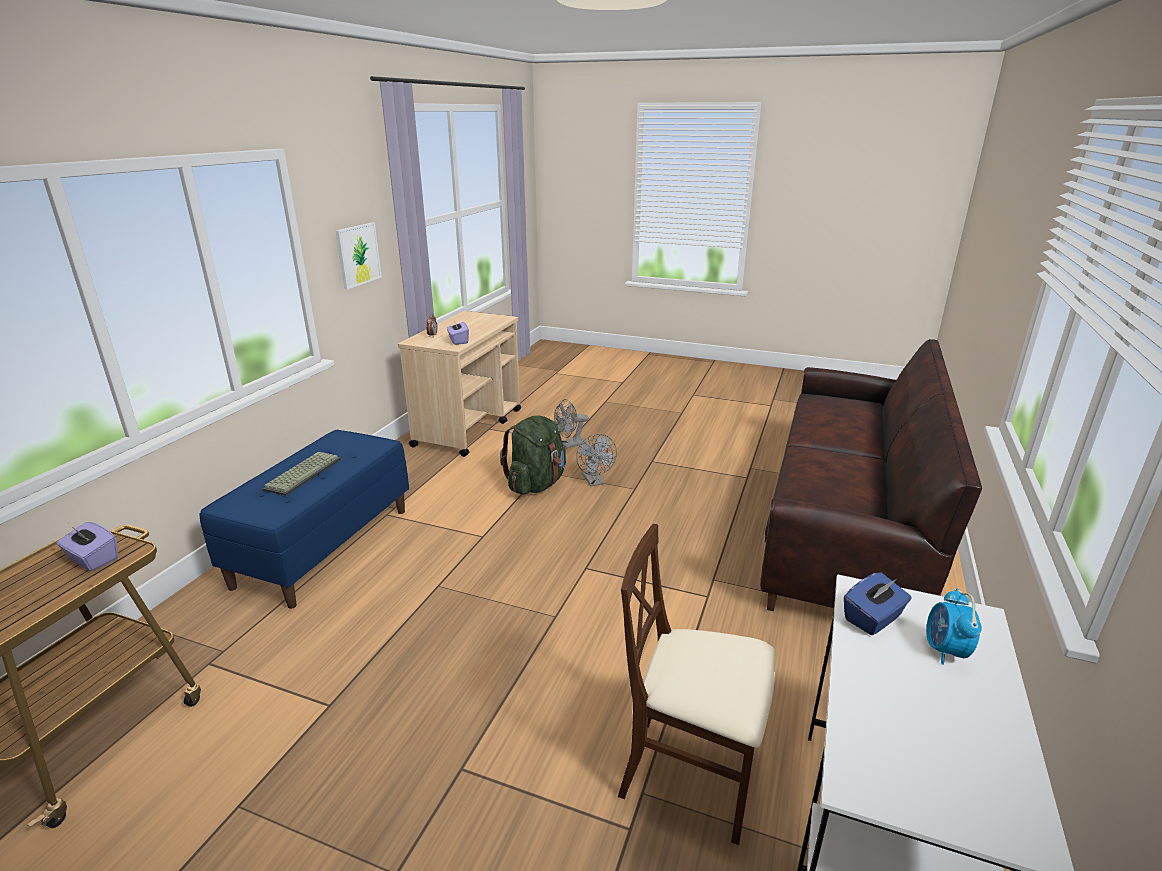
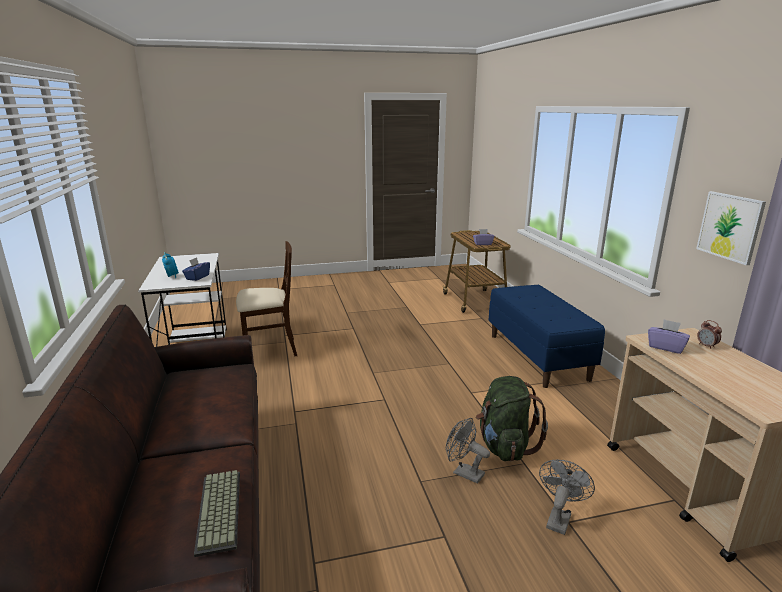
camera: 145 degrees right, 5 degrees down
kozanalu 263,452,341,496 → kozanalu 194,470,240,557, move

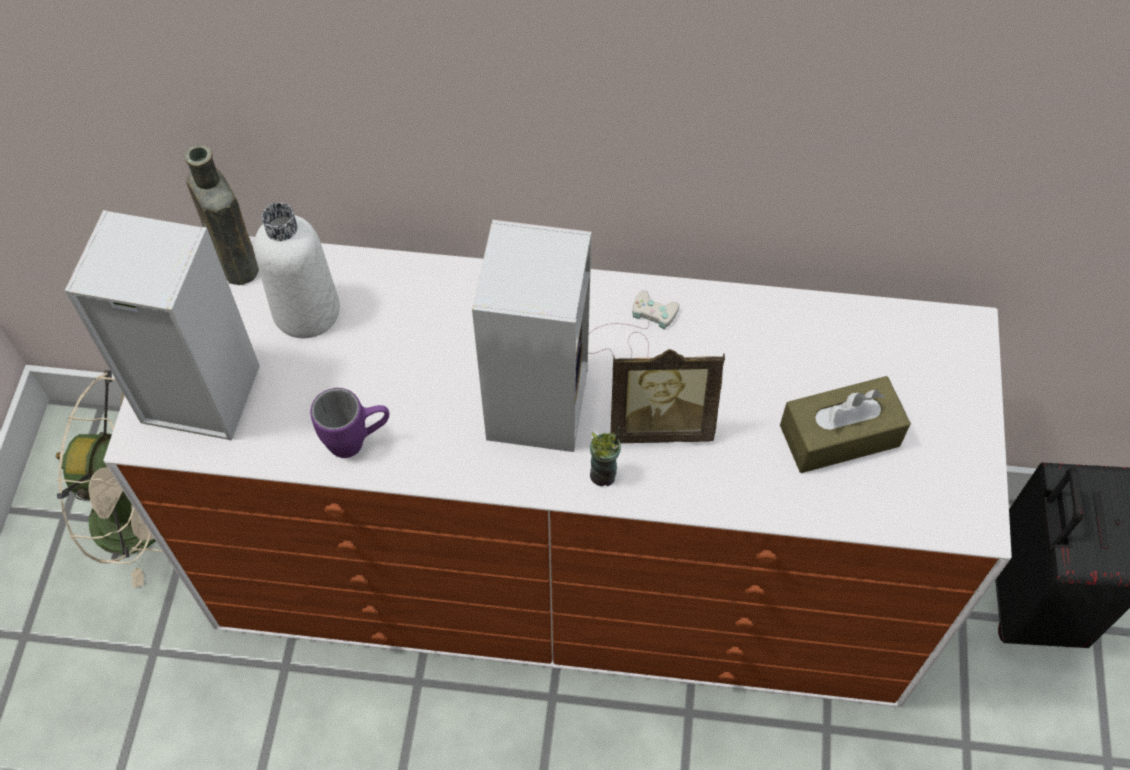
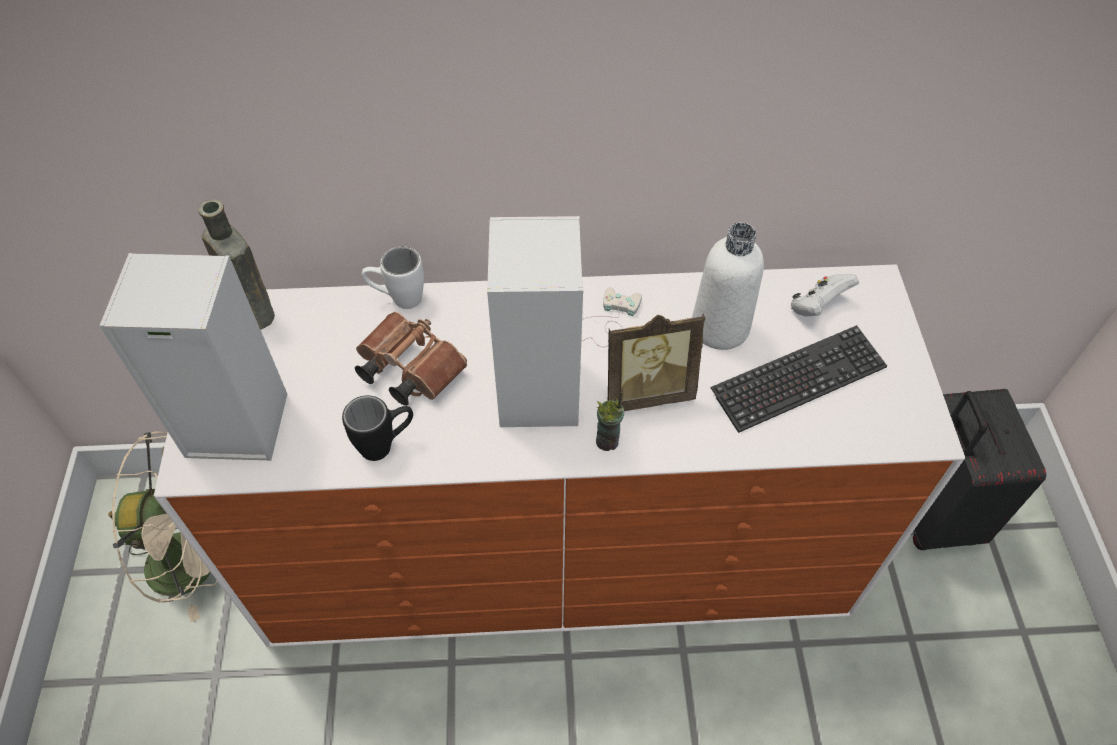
camera: 10 degrees left, 5 degrees down
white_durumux 254,203,340,338 → white_durumux 692,223,764,350, move
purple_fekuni 310,388,389,458 → black_fekuni 342,396,413,461
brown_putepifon 780,376,911,473 → kozanalu 711,325,887,433
- → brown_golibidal 355,312,467,406
- → white_fekuni 362,246,424,309
- → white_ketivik 791,274,859,317

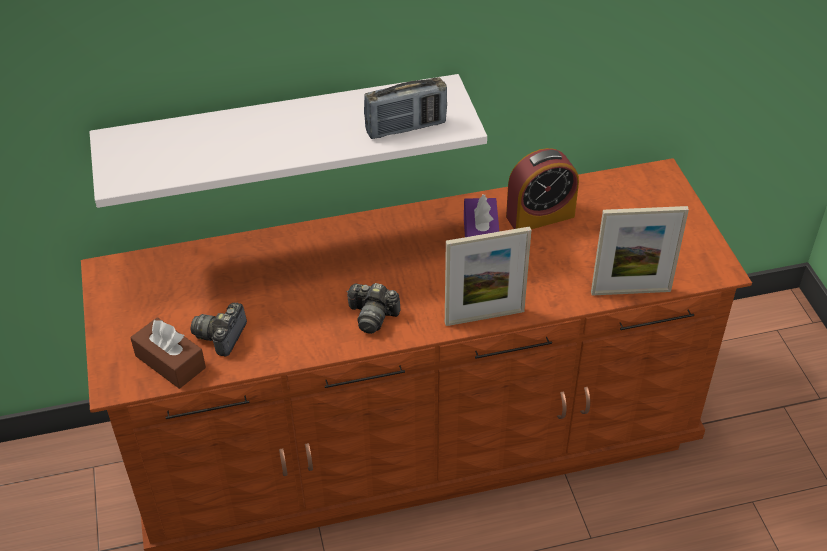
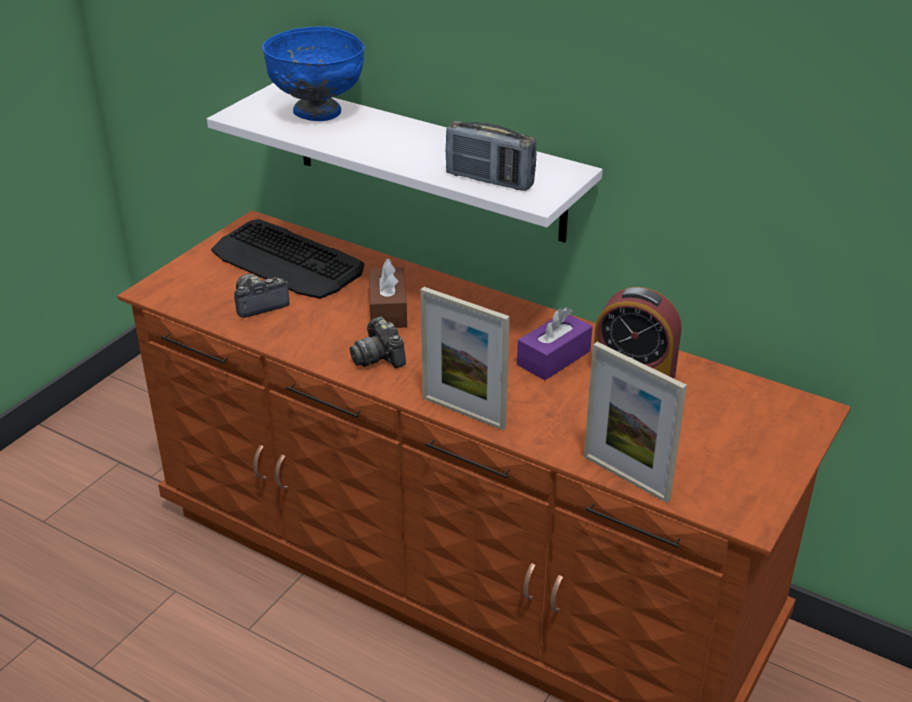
camera: 45 degrees right, 10 degrees down
brown_putepifon 130,317,206,389 → brown_putepifon 369,258,407,328, move
- → kozanalu 211,219,364,299
- → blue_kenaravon 262,26,364,121

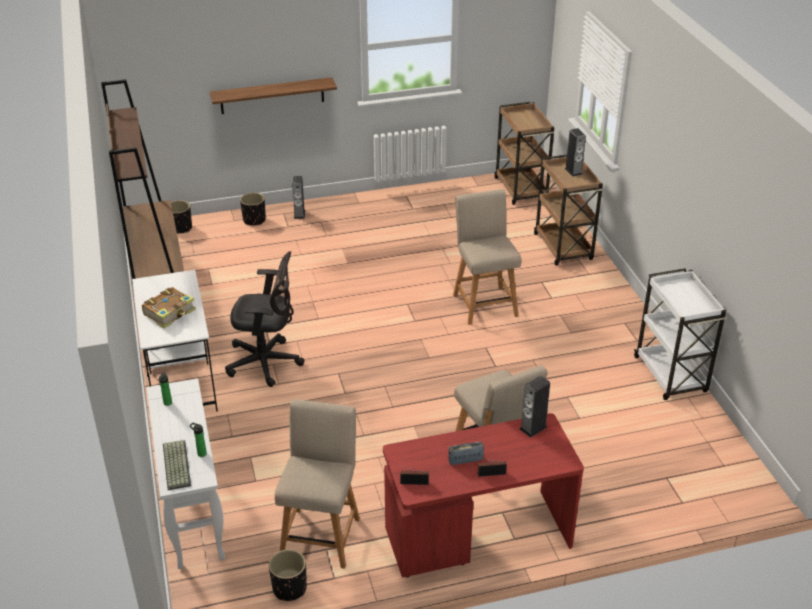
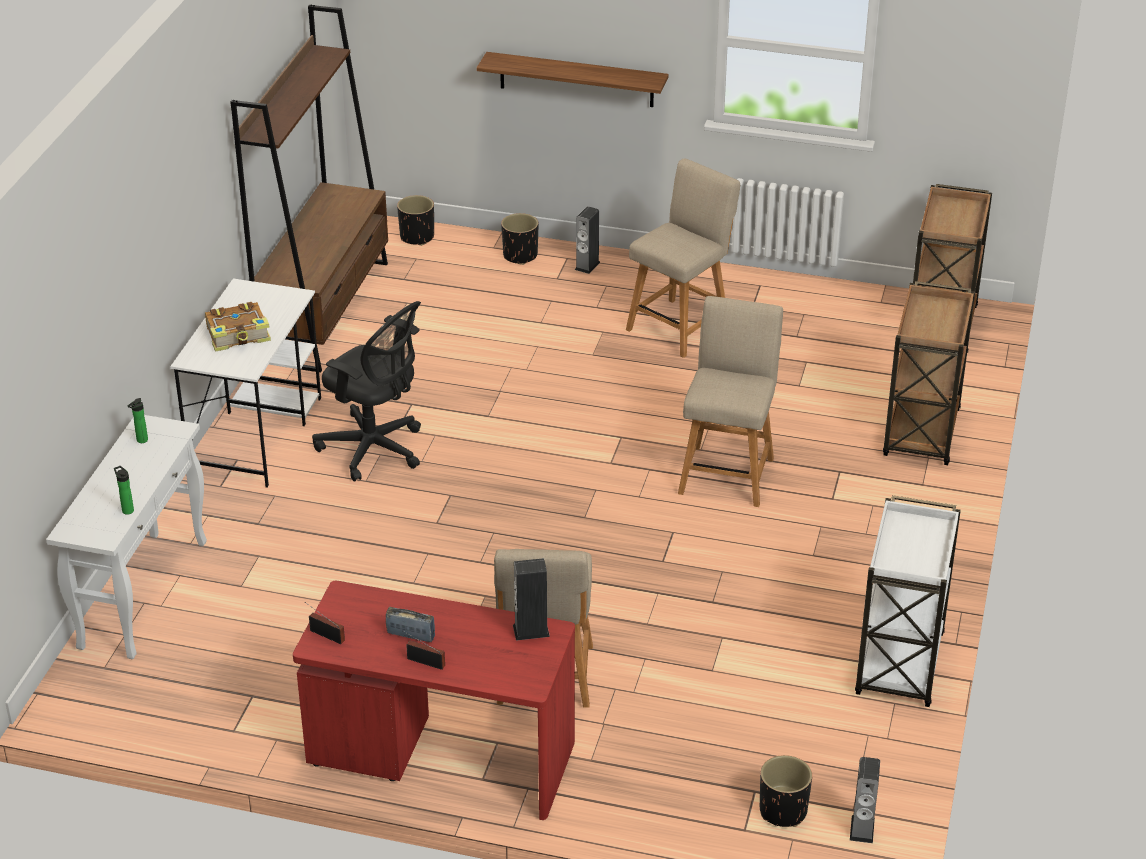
camera: 30 degrees right, 0 degrees up
kozanalu 163,440,191,490 → -
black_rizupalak 269,549,307,601 → black_rizupalak 760,755,812,827, move
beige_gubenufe 275,399,360,569 → beige_gubenufe 626,158,740,358, move
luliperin 564,128,586,177 → luliperin 850,757,880,843, move

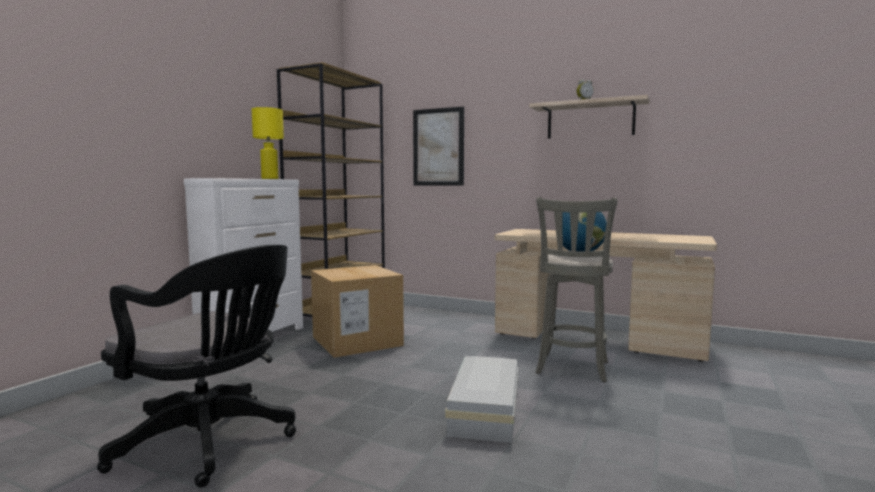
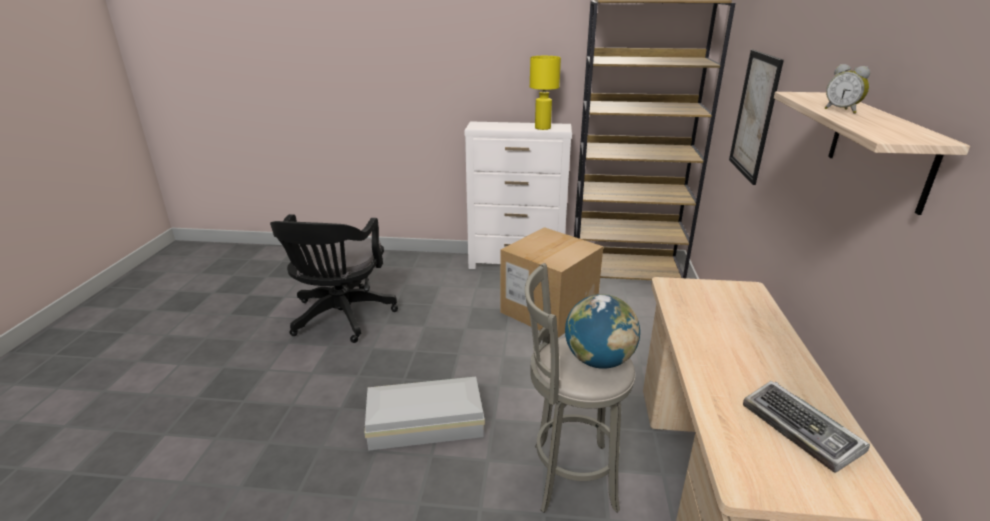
camera: 70 degrees right, 20 degrees up
- → kozanalu 743,381,870,473

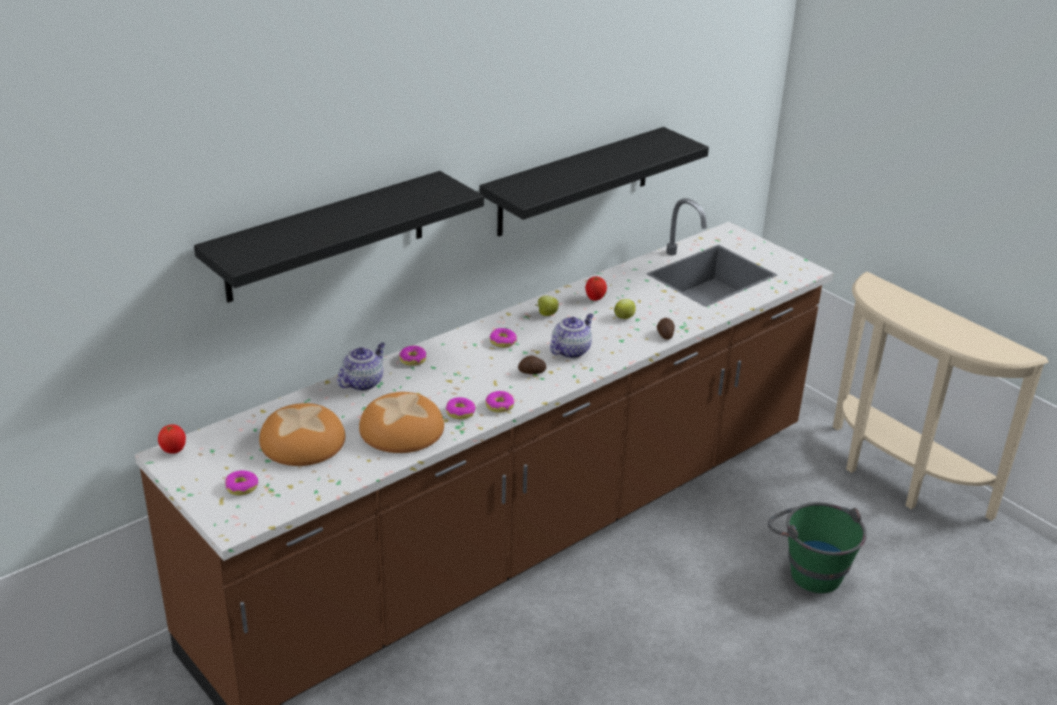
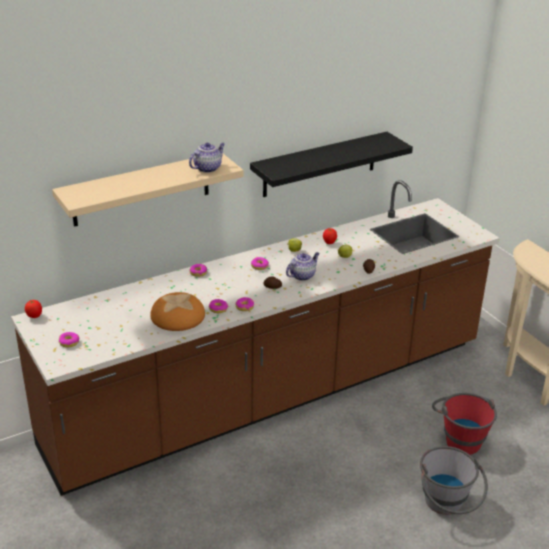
camera: 10 degrees right, 0 degrees up
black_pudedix 194,171,484,303 → beige_pudedix 52,154,243,227
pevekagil 259,403,345,466 → -
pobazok 337,343,385,391 → pobazok 189,143,225,173, move
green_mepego 768,502,867,593 → red_mepego 432,393,497,455
- → grey_mepego 420,446,488,515

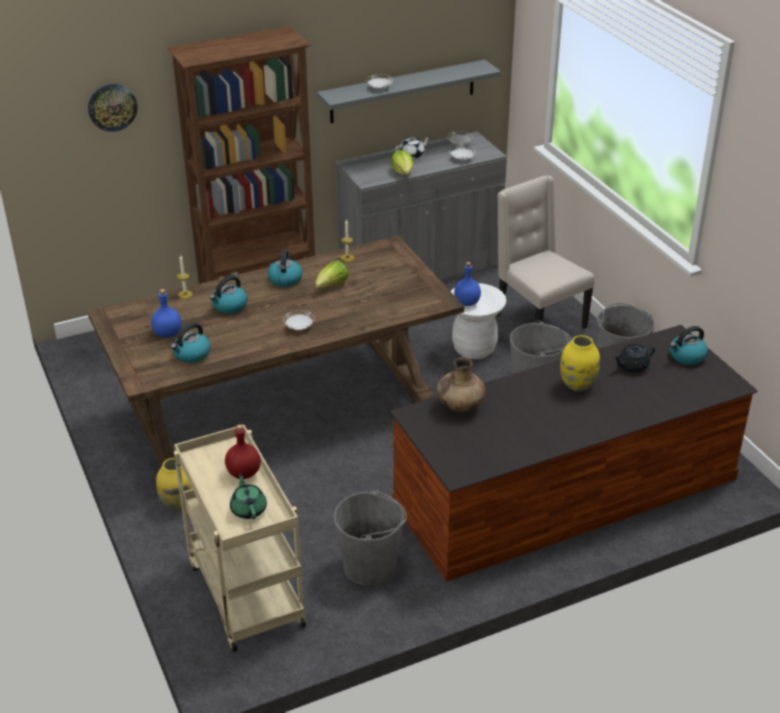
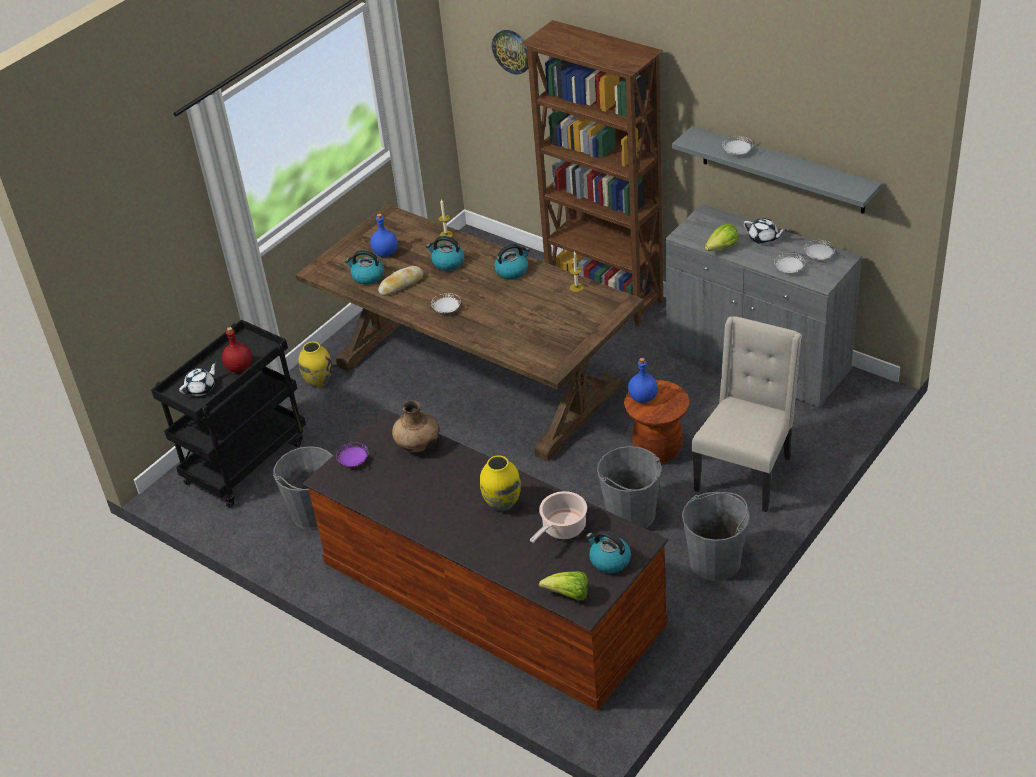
camera: 65 degrees right, 5 degrees up
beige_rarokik 174,425,306,652 → black_rarokik 151,320,306,508
green_pobazok 230,473,267,519 → white_pobazok 179,362,217,396
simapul 315,260,349,289 → simapul 539,571,588,600, move
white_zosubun 451,283,506,359 → brown_zosubun 624,380,690,464
black_pobazok 613,344,655,372 → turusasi 530,491,587,543
- → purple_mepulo 336,442,369,467
- → pevekagil 378,266,423,296

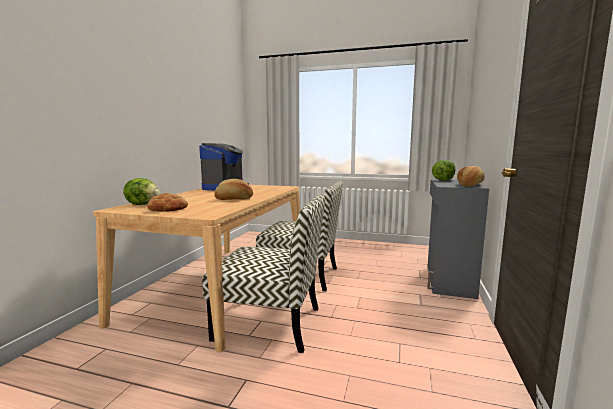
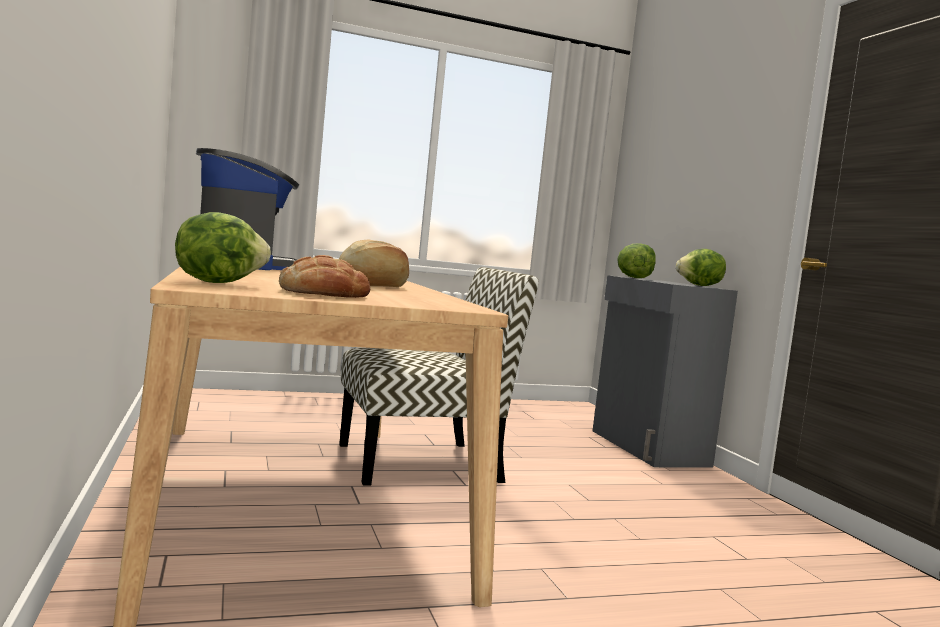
camera: 35 degrees left, 5 degrees down
gubenufe 202,193,325,353 → -
pevekagil 457,166,485,187 → simapul 676,249,726,286

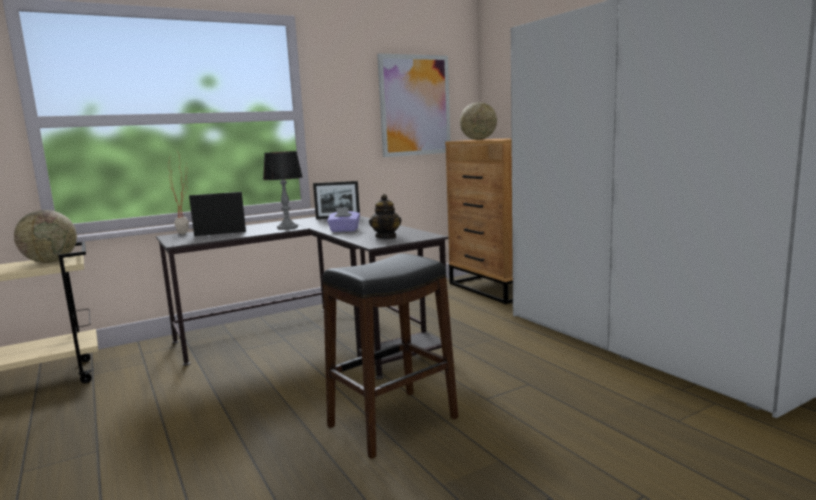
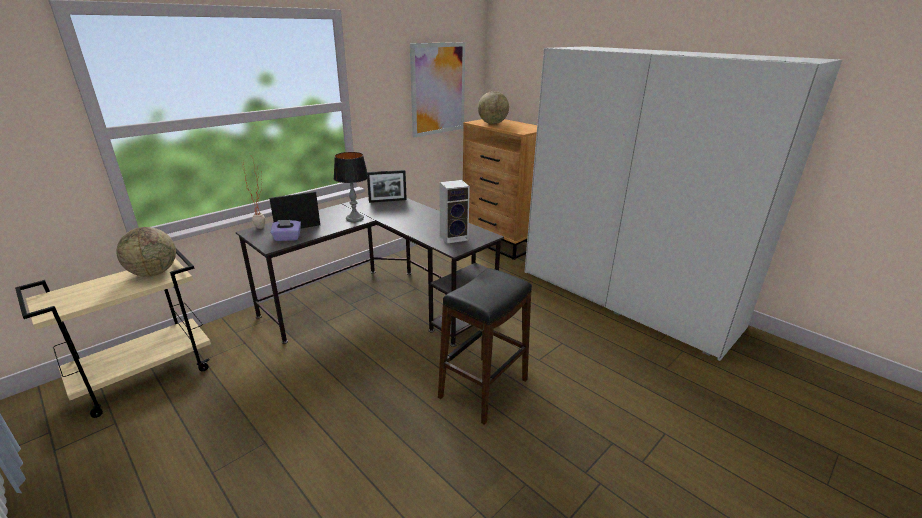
camera: 15 degrees left, 15 degrees up
purple_putepifon 327,208,360,232 → purple_putepifon 270,220,301,241, move
pobazok 369,194,402,239 → luliperin 439,180,470,244

